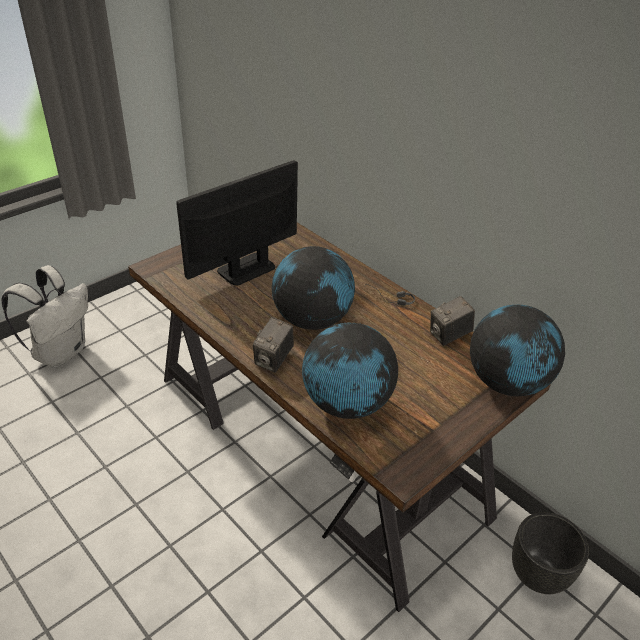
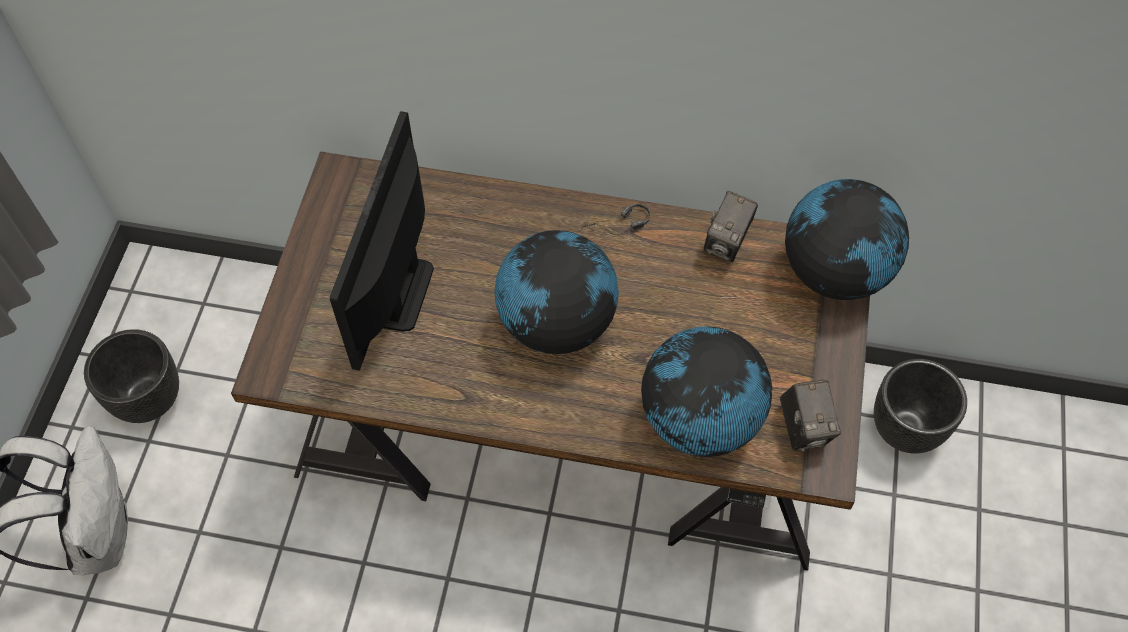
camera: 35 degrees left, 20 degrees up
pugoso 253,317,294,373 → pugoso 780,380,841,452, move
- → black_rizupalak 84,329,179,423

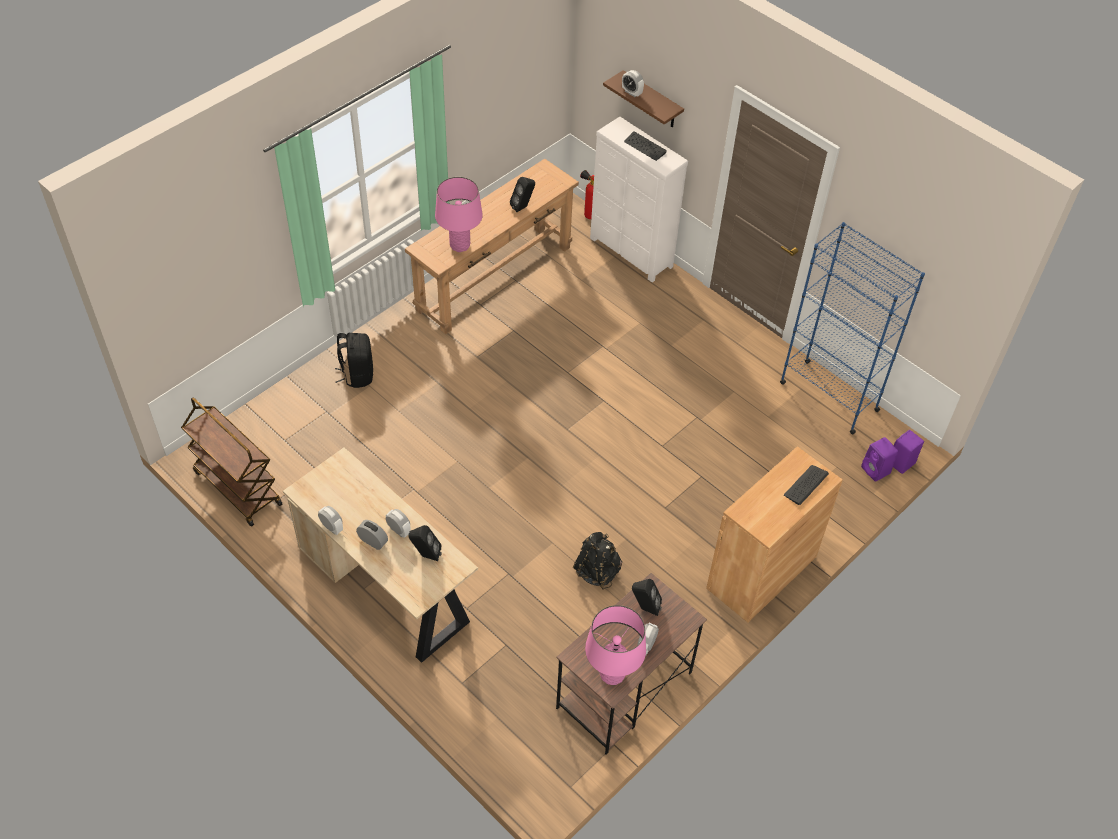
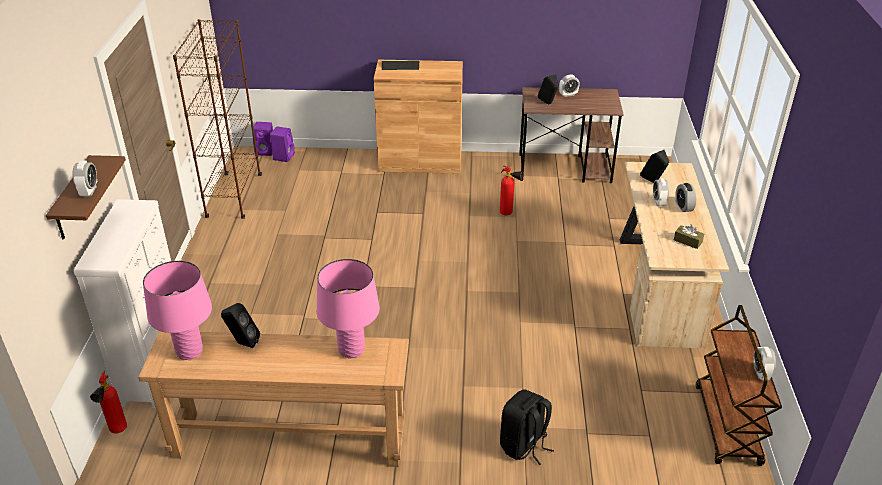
camera: 130 degrees left, 15 degrees down
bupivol 318,506,343,535 → bupivol 753,347,776,380, move
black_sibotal 573,532,622,590 → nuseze 500,166,523,215
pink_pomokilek 585,605,646,685 → pink_pomokilek 143,261,212,360, move
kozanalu 624,131,667,161 → -
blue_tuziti 780,222,925,435 → brown_tuziti 173,19,262,219
- → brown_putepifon 674,224,704,249

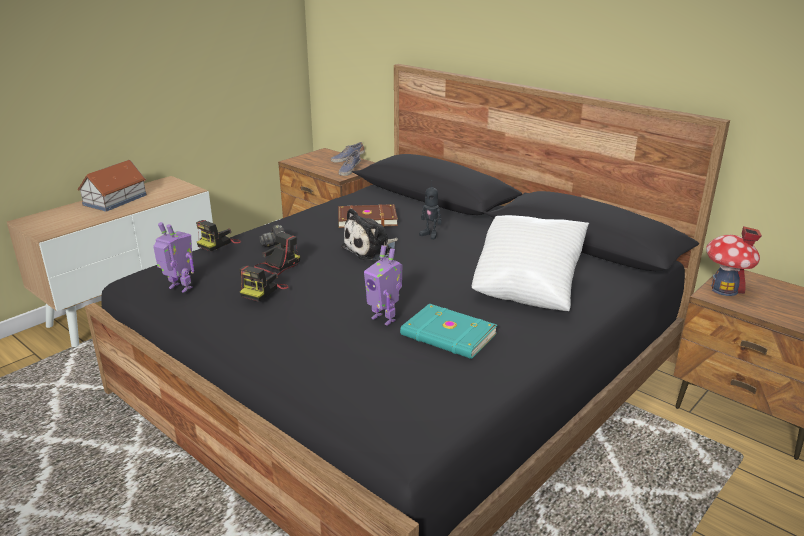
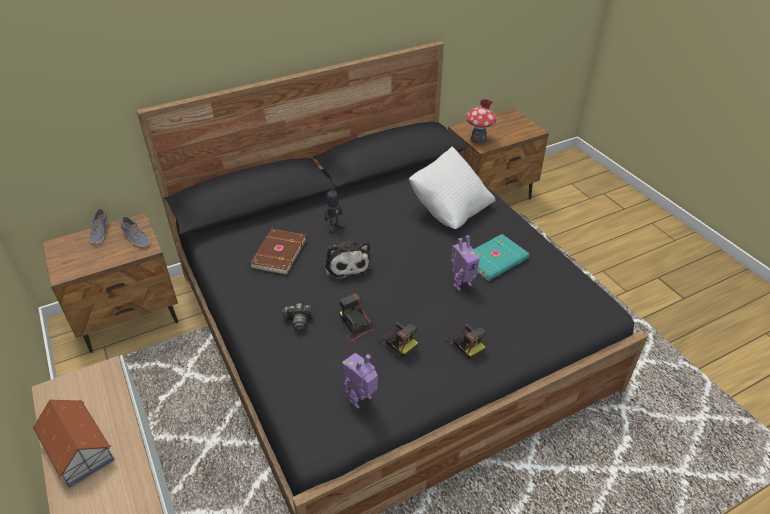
camera: 70 degrees left, 15 degrees up
pugoso 196,220,241,251 → pugoso 446,324,486,359, move

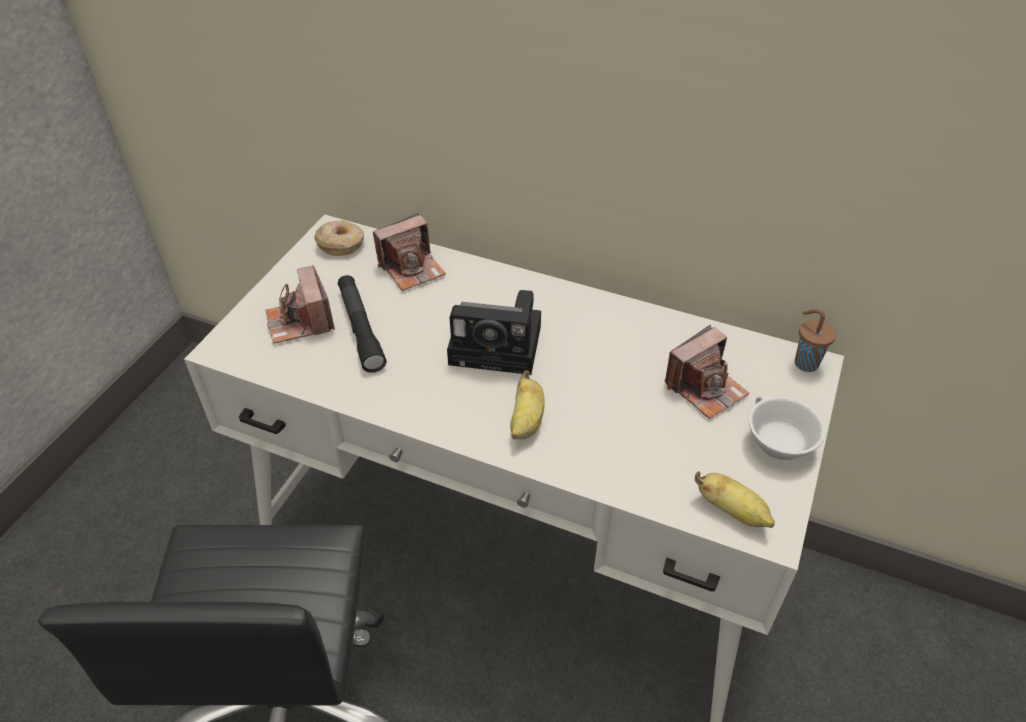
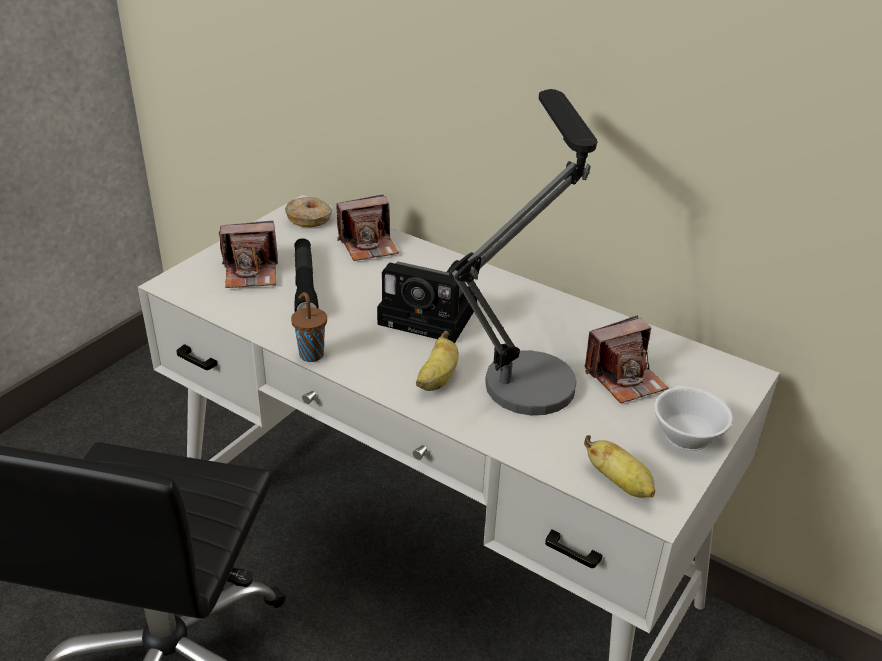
camera: 10 degrees right, 10 degrees down
pugoso 265,265,335,344 → pugoso 219,221,278,288, 90 degrees counterclockwise
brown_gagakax 795,309,836,372 → brown_gagakax 291,292,327,362, move
- → pomokilek 449,89,597,415

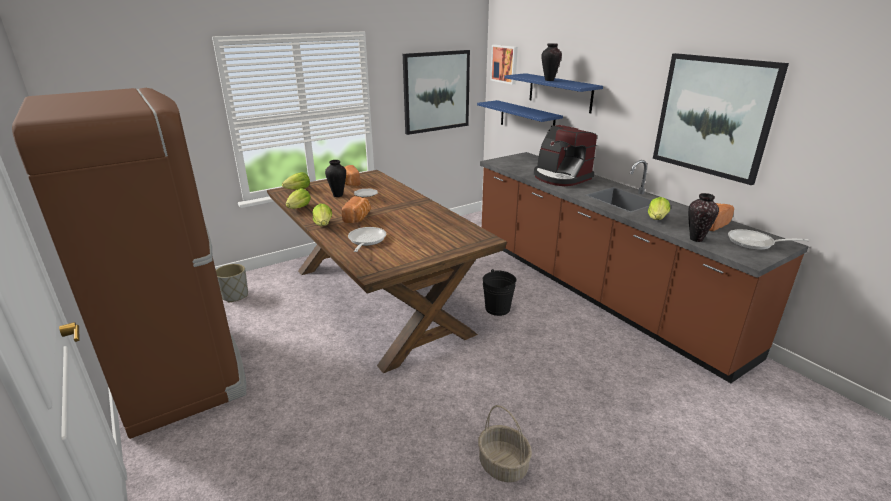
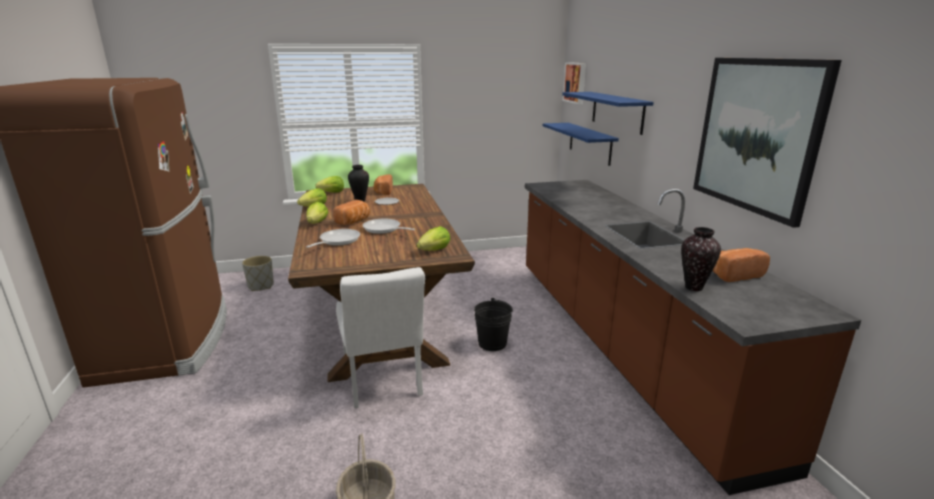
camera: 20 degrees right, 5 degrees down
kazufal 403,50,470,135 → -
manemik 534,125,597,186 → -
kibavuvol 542,43,562,81 → -
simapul 648,197,670,220 → simapul 417,226,450,251, move
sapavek 728,229,809,250 → sapavek 363,219,415,234, move
- → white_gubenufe 336,267,425,408

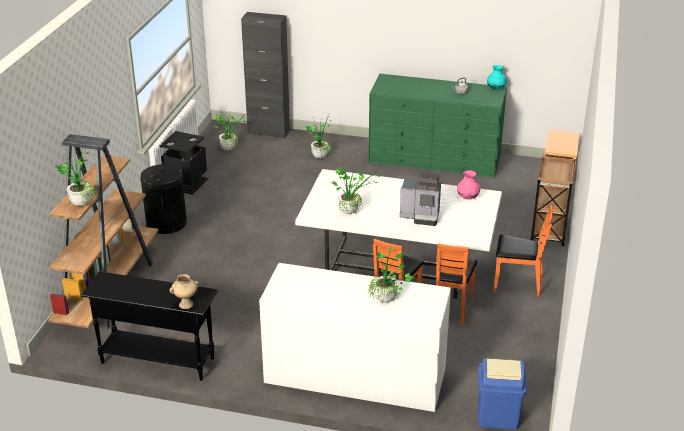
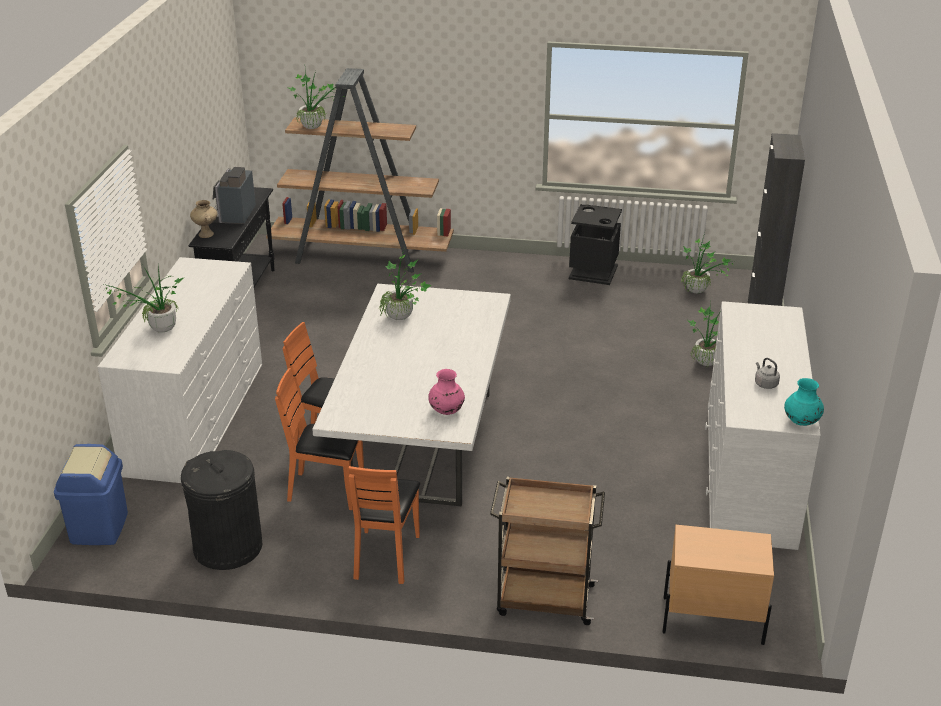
camera: 85 degrees right, 0 degrees up
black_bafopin 140,164,187,234 → black_bafopin 181,450,262,570, move
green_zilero 368,74,507,178 → white_zilero 705,301,821,550
manemik 400,172,441,226 → manemik 213,167,256,224, move

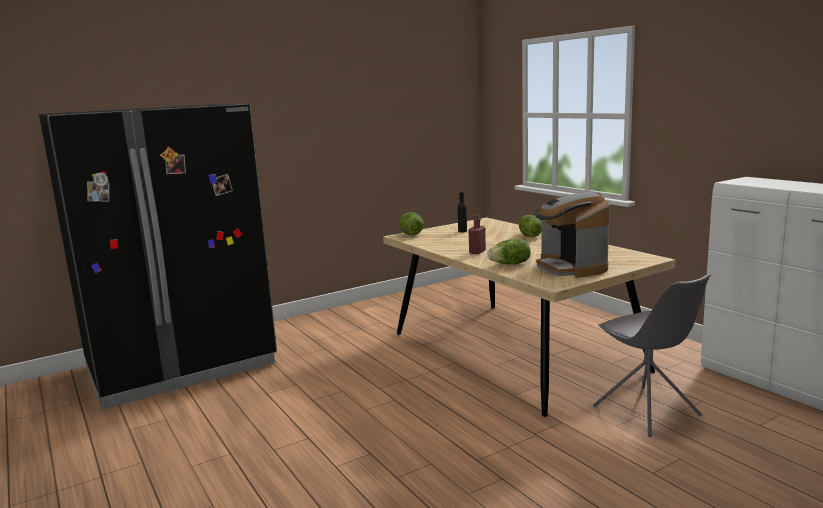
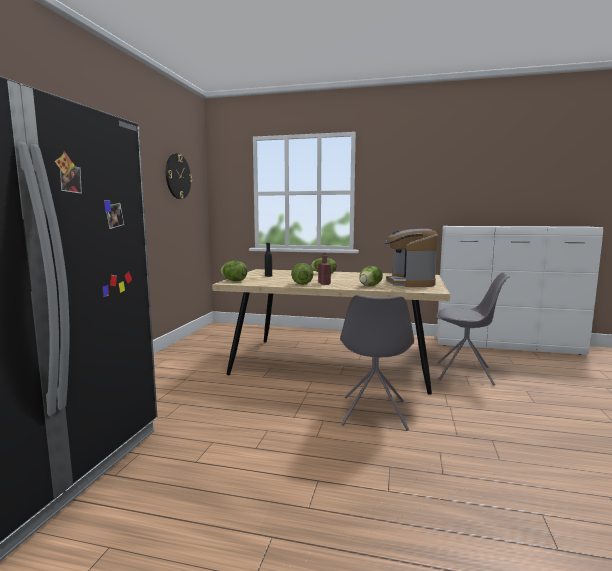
camera: 45 degrees left, 5 degrees down
manemik 534,192,610,278 → manemik 384,229,438,287, 60 degrees clockwise
- → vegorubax 166,153,192,199
- → simapul 291,263,313,285
- → grey_gubenufe 340,295,414,430

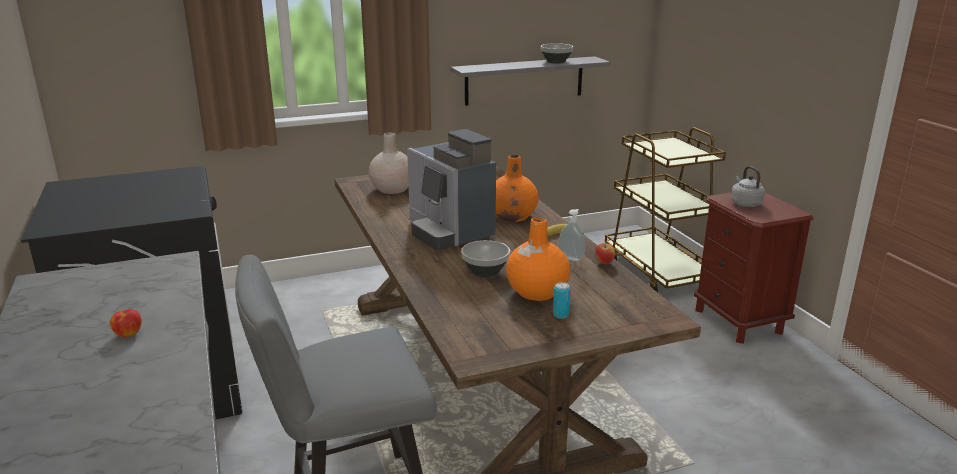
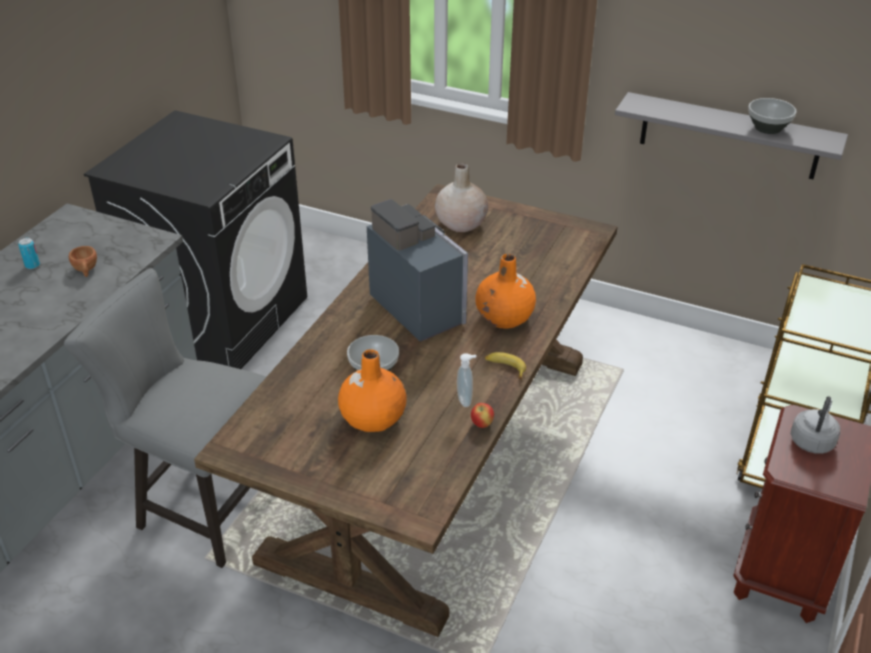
camera: 45 degrees right, 15 degrees up
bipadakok 110,309,142,338 → -
manemik 407,129,496,251 → manemik 367,199,468,342, 135 degrees clockwise
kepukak 553,282,571,319 → kepukak 18,238,40,269, move
- → brown_gagakax 69,246,97,277

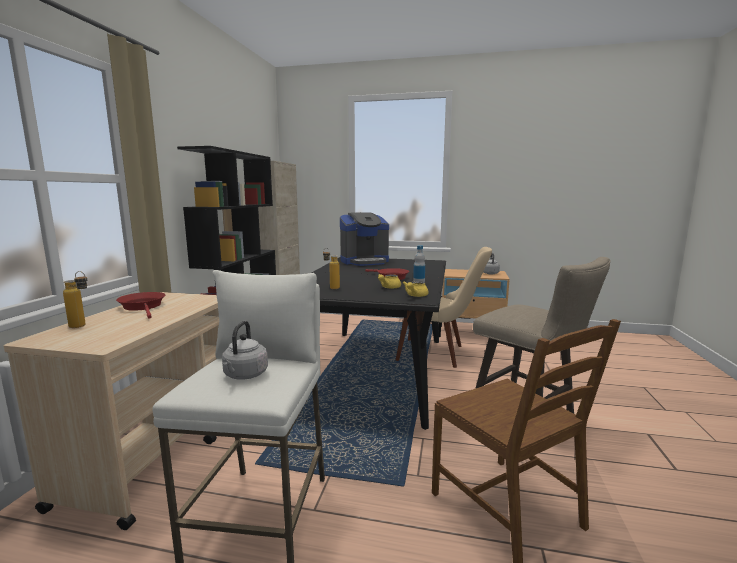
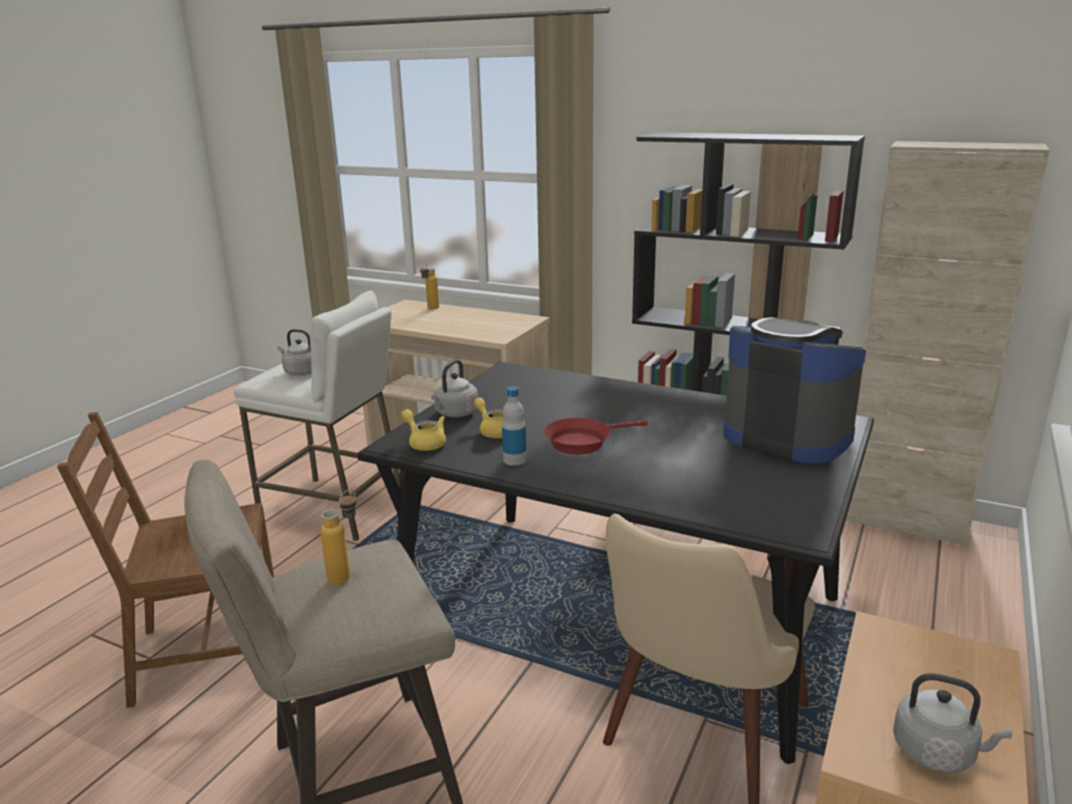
camera: 105 degrees right, 10 degrees up
red_sapavek 116,292,165,319 → -
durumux 323,248,340,289 → durumux 320,490,357,585, move
manemik 340,212,389,266 → manemik 723,317,866,464, 135 degrees clockwise
- → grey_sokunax 431,360,478,417

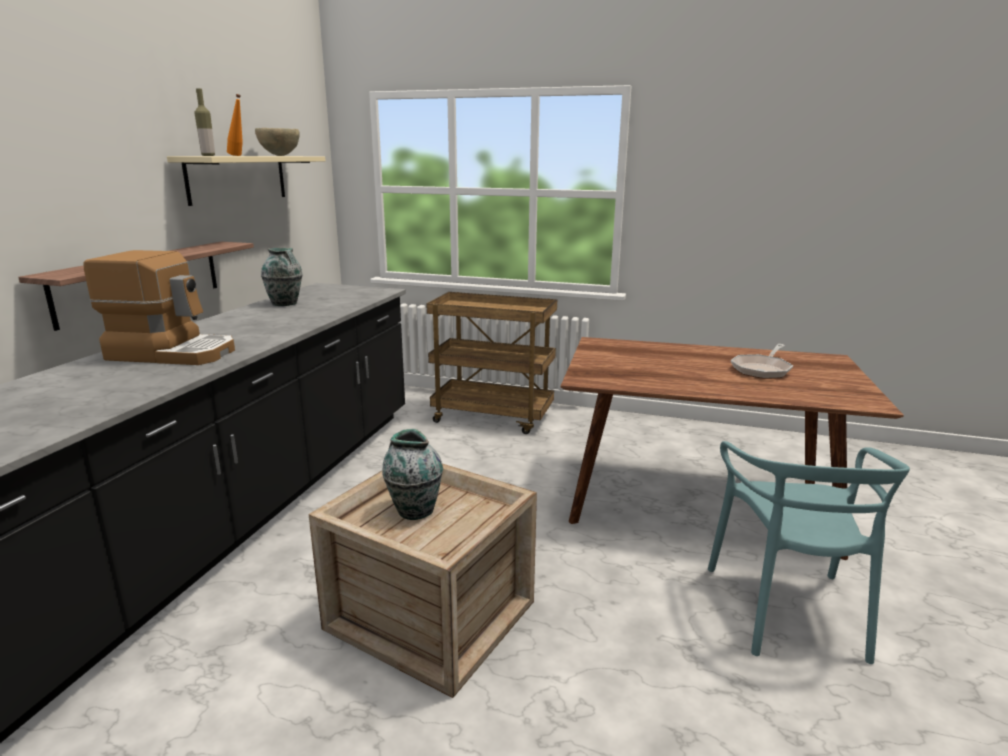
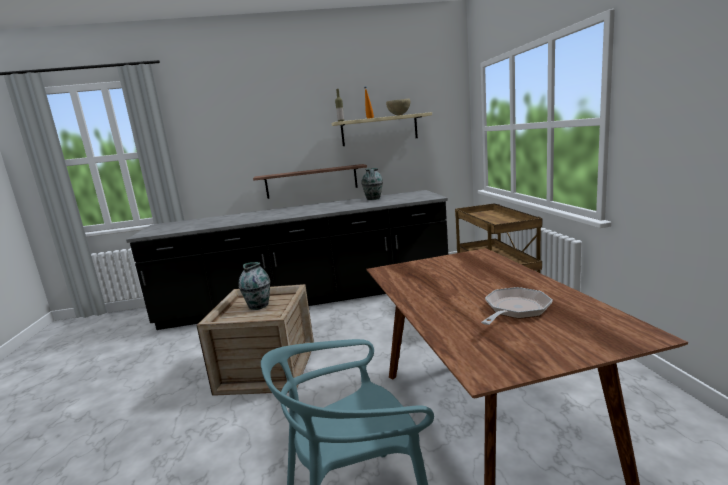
camera: 65 degrees right, 5 degrees down
manemik 83,250,235,365 → -
sapavek 731,344,793,379 → sapavek 481,287,553,325, 120 degrees clockwise

